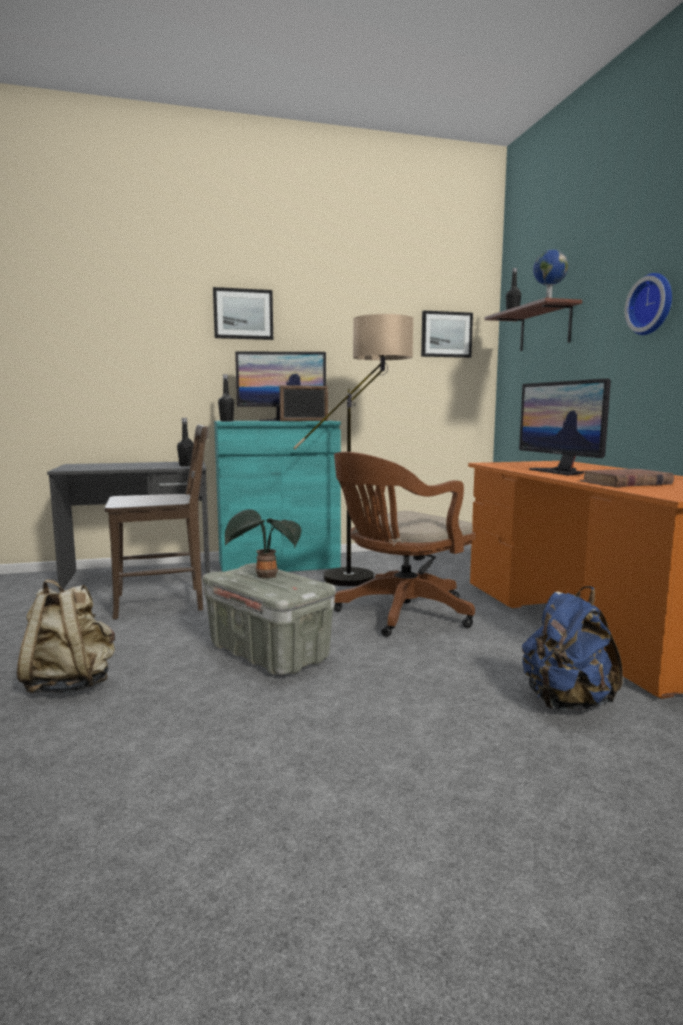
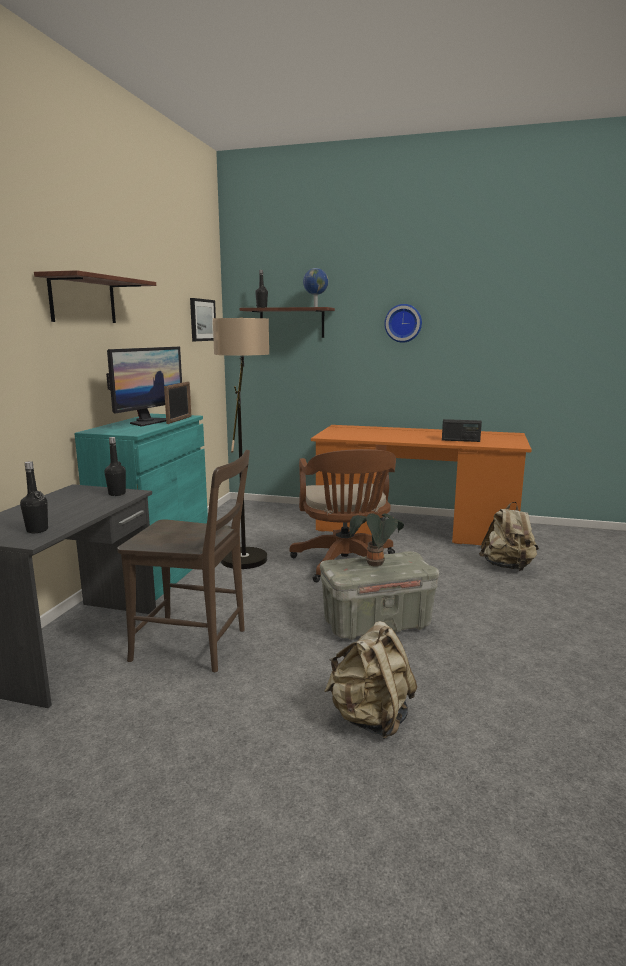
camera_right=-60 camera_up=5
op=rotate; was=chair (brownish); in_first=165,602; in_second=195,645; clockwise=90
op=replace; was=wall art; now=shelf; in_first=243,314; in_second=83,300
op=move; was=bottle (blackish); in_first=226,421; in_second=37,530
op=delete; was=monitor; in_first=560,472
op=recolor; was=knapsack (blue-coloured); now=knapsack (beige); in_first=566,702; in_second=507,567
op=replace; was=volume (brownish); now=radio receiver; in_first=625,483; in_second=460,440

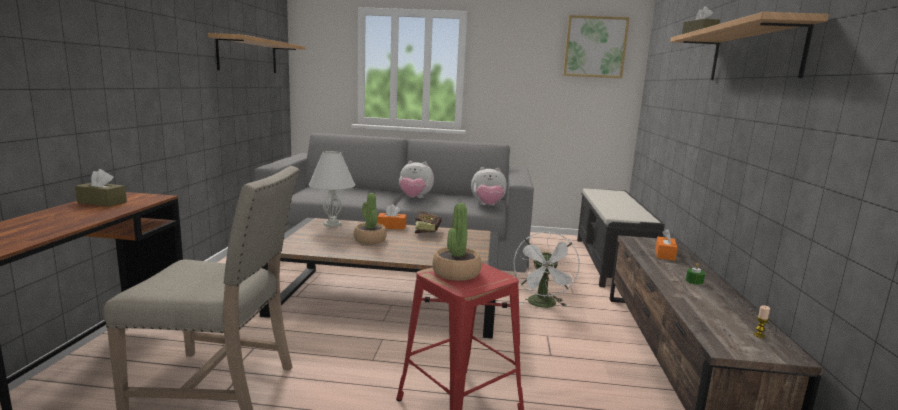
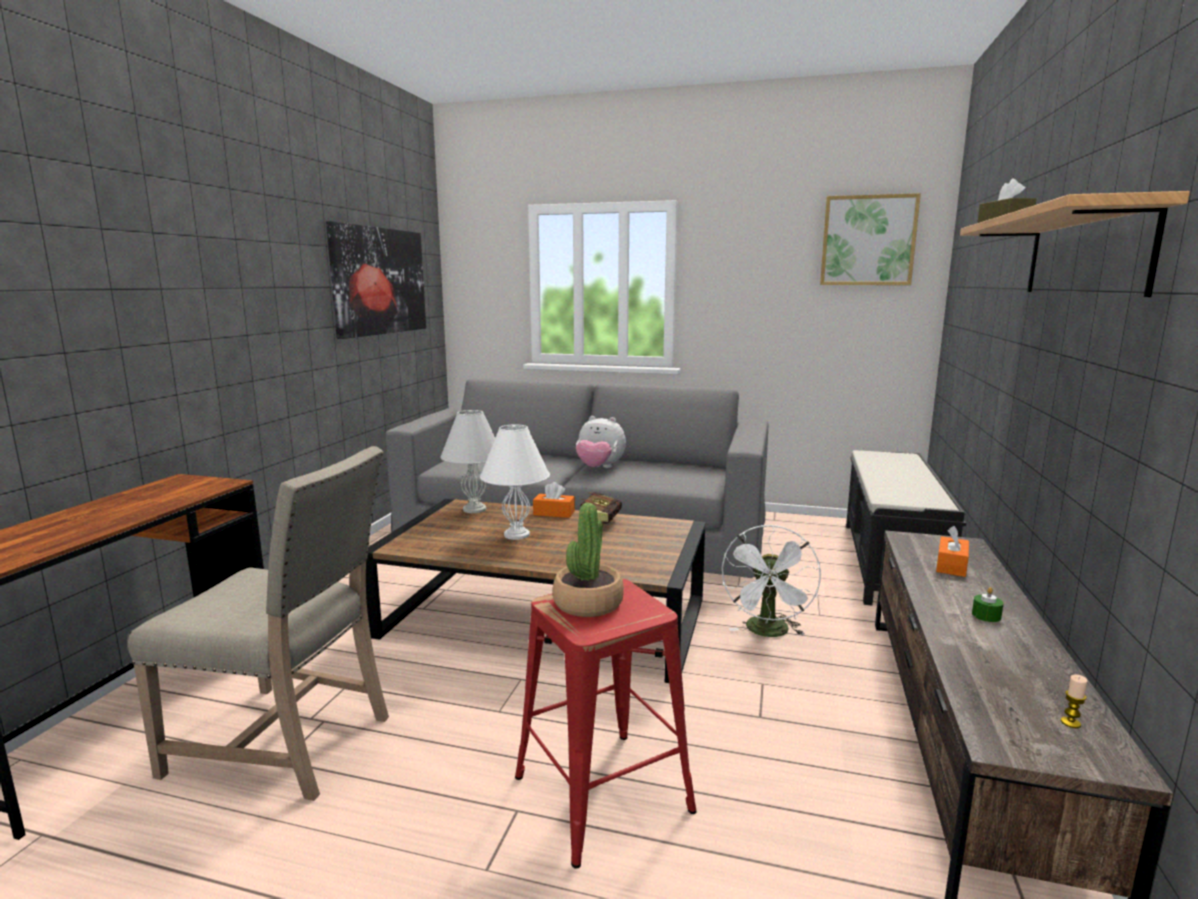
camera_right=10 camera_up=0
op=delete; was=tissue holder (brownish); in_first=102,202
op=replace; was=shelf; now=wall art; in_first=248,55; in_second=379,281
op=replace; was=plant in a pot; now=table lamp (white-coloured); in_first=369,240; in_second=516,534
op=delete; was=plush toy; in_first=487,205

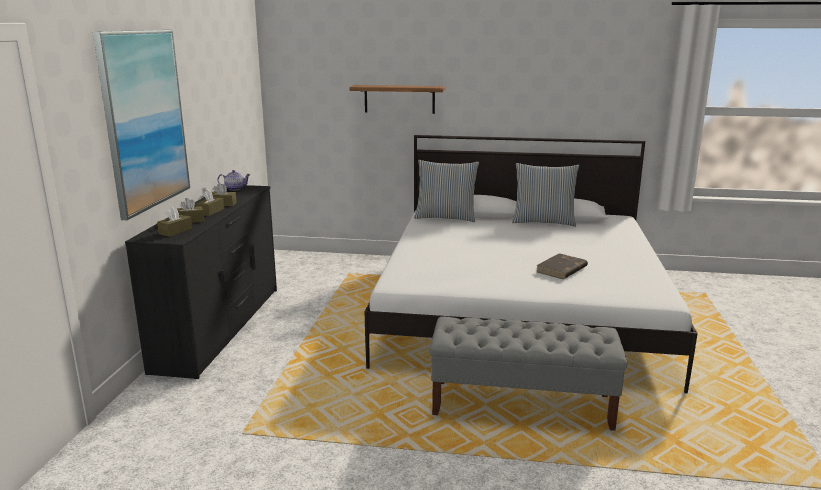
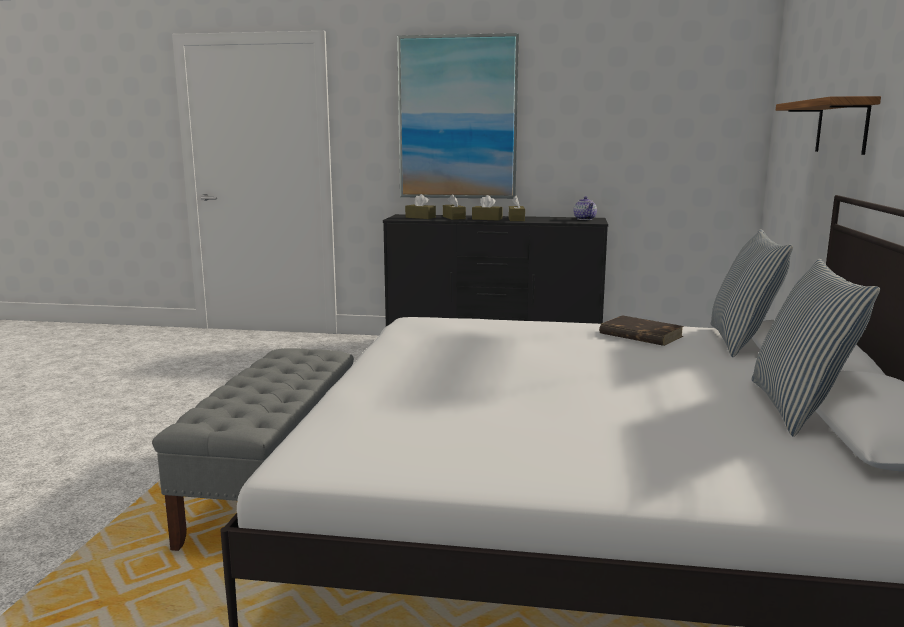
camera_right=90 camera_up=-5
op=move; was=volume (brownish); in_first=561,269; in_second=640,335

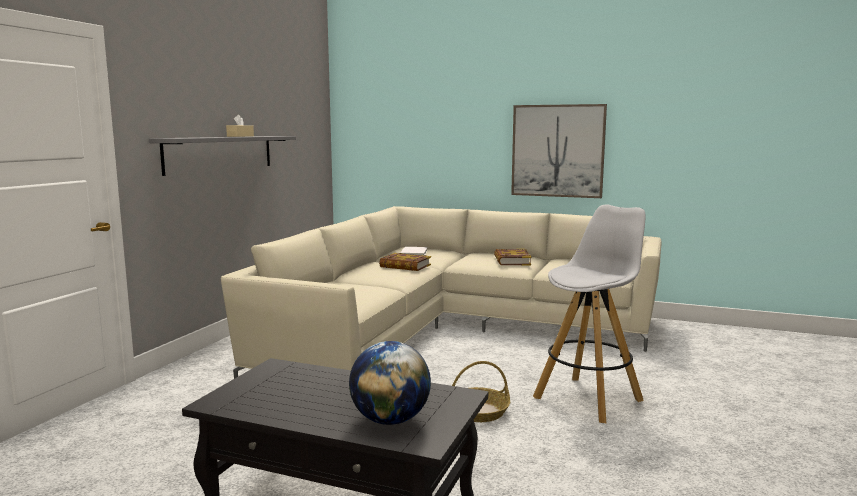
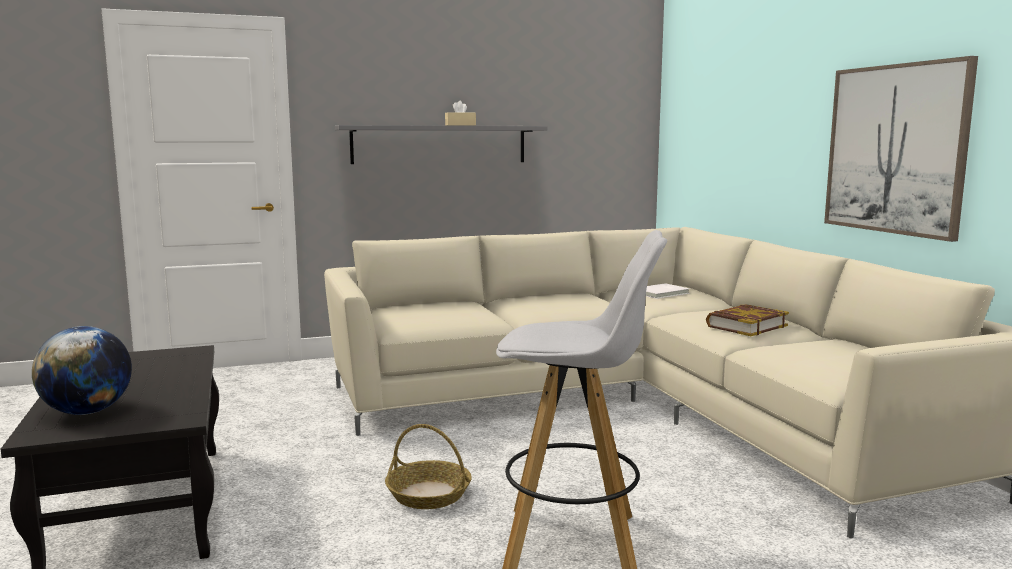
camera_right=50 camera_up=0
op=delete; was=volume; in_first=405,266

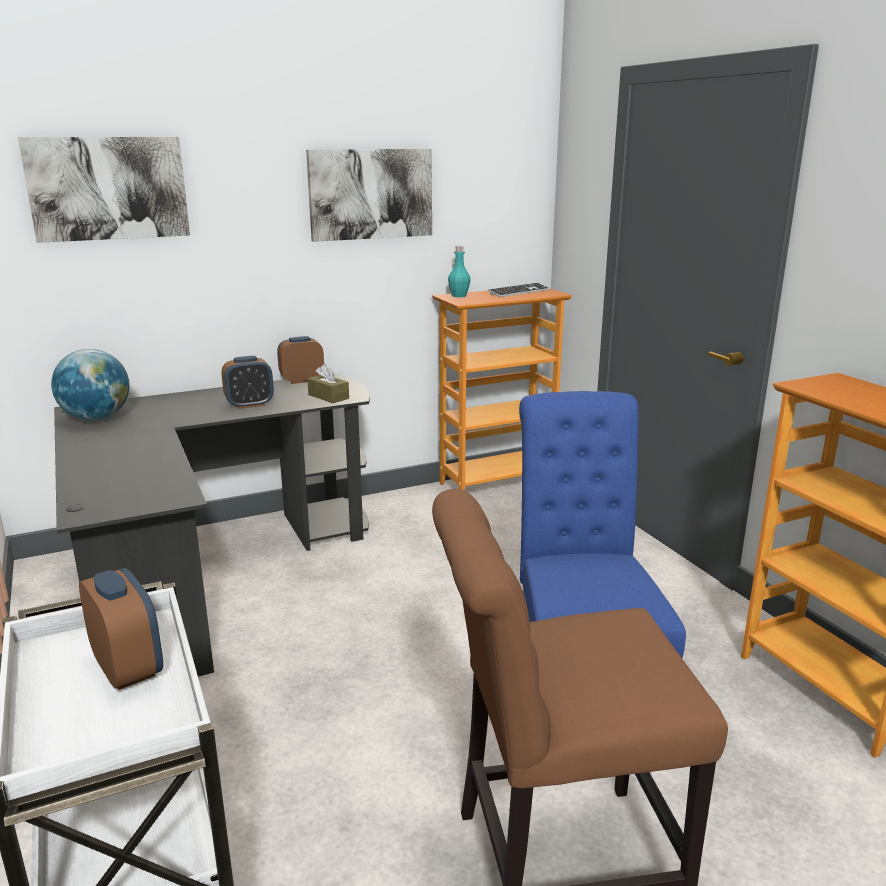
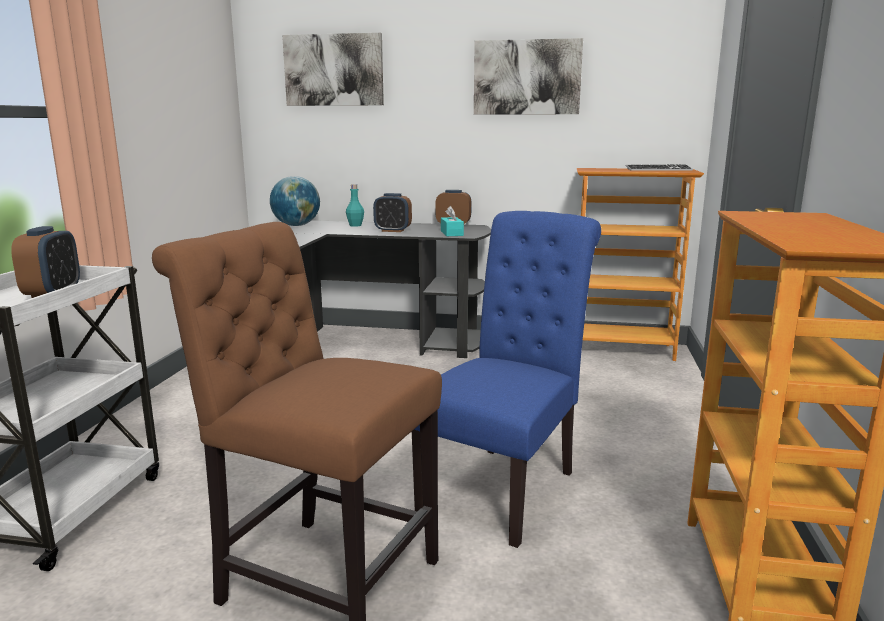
camera_right=35 camera_up=-5
op=recolor; was=tissue holder (brownish); now=tissue holder (blue-green); in_first=328,396; in_second=451,233
op=move; was=bottle (blue-green); in_first=459,296; in_second=355,225

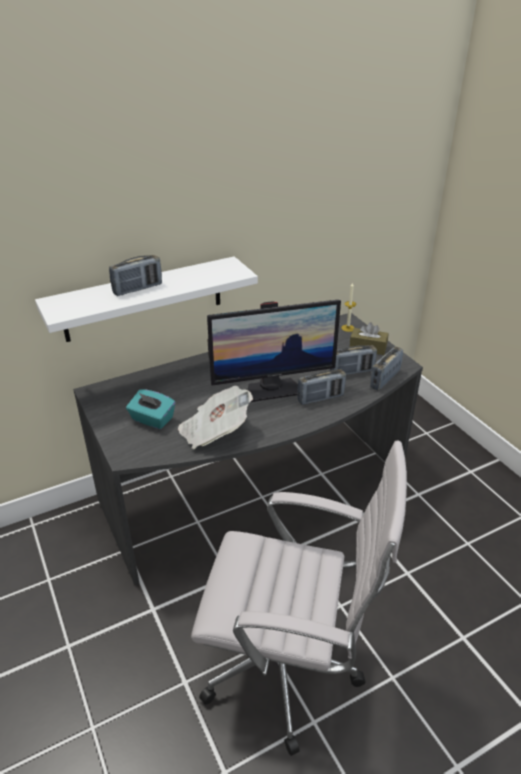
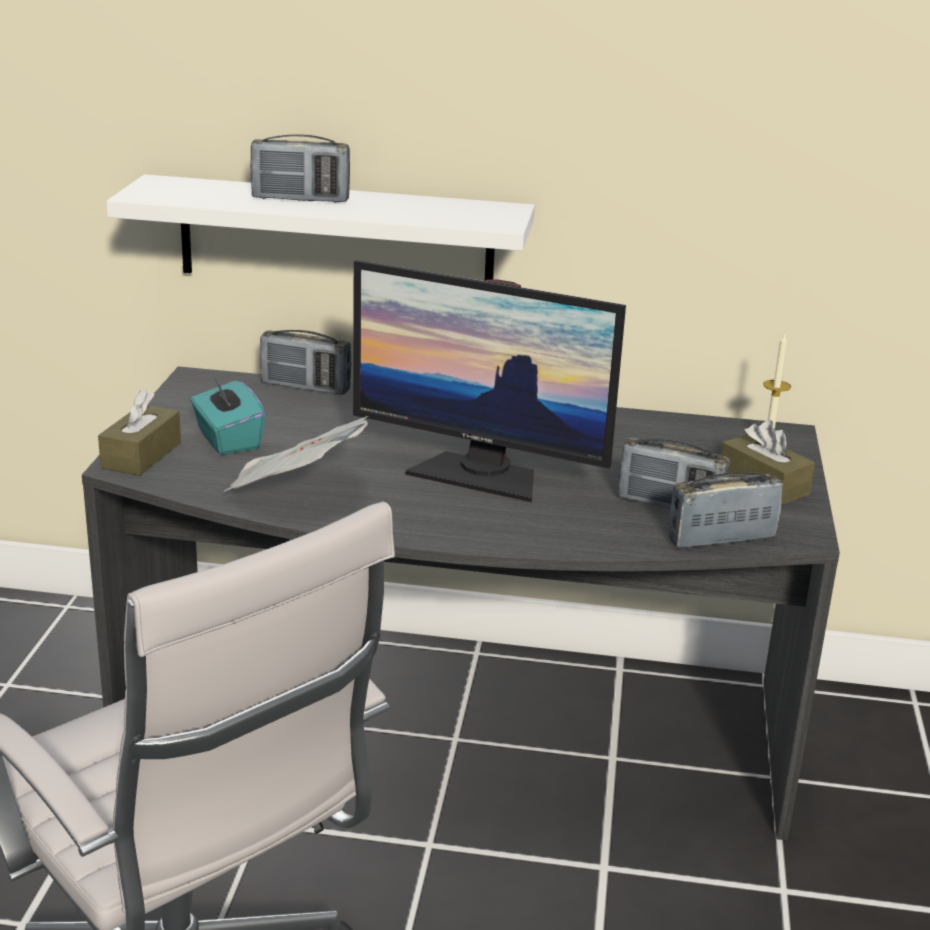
camera_right=35 camera_up=-10
op=move; was=radio receiver; in_first=320,398; in_second=305,387
op=insert; now=tissue holder (brownish); in_second=141,455

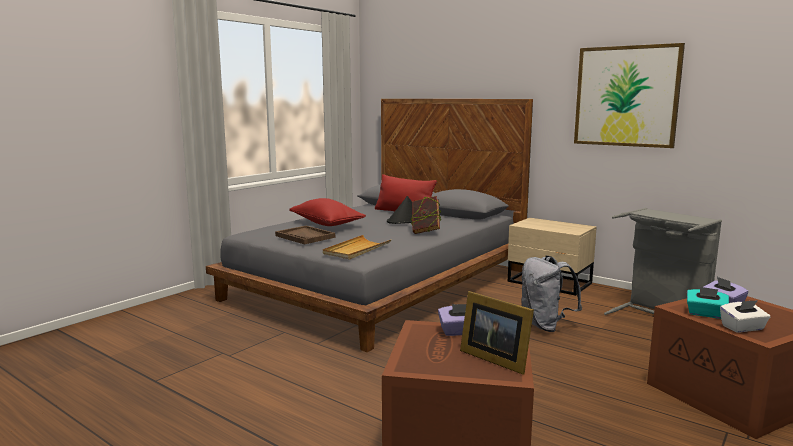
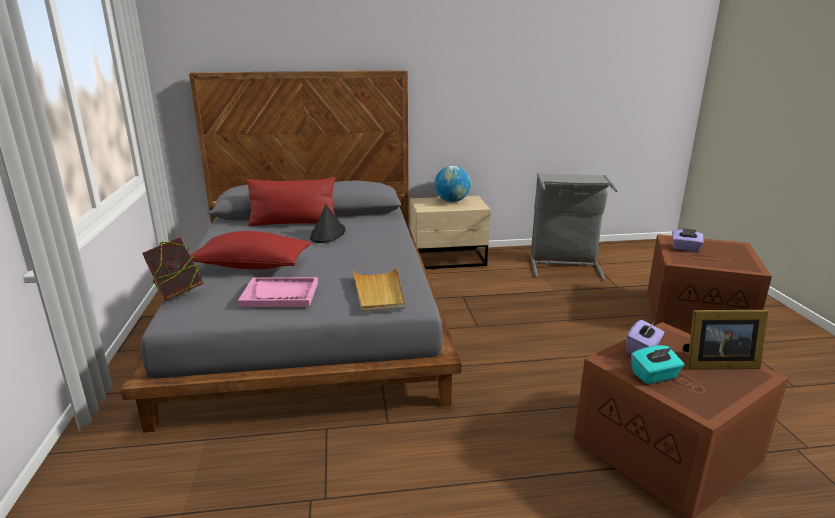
camera_right=-45 camera_up=10
op=recolor; was=tray (brownish); now=tray (pink); in_first=305,236; in_second=280,294
op=move; was=volume; in_first=425,232; in_second=177,292
op=delete; was=knapsack (grey); in_first=545,326
op=delete; was=wall art; in_first=626,96
op=move; was=tissue holder (blue-green); in_first=705,314; in_second=654,376
op=delete; was=tissue holder (white-coloured); in_first=743,328
op=insert; now=desk globe; in_second=452,201

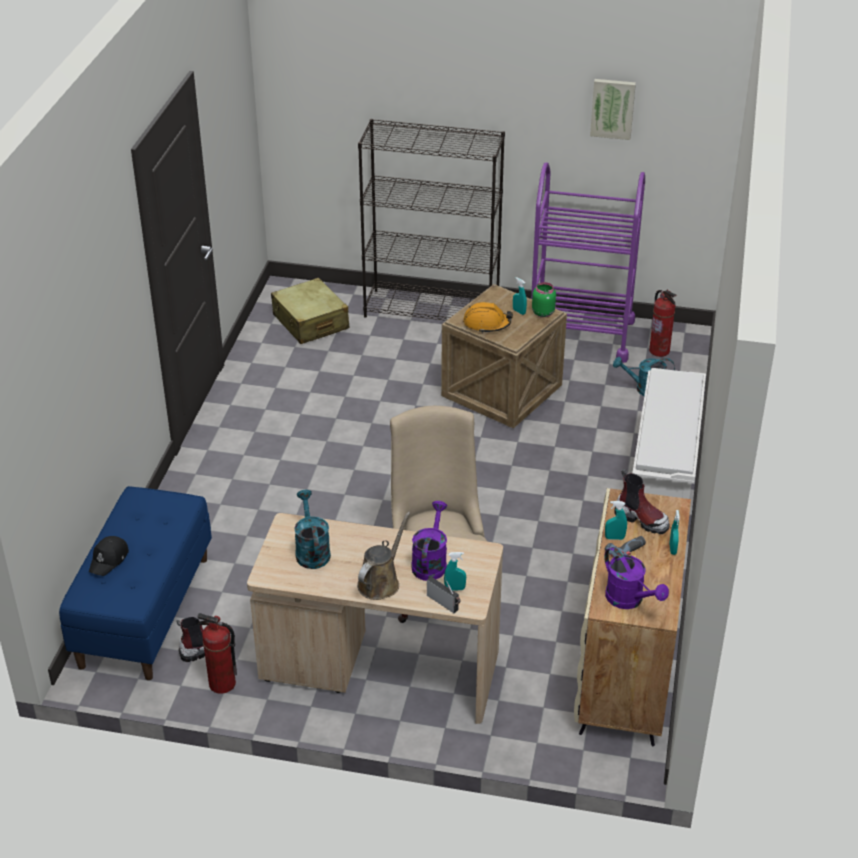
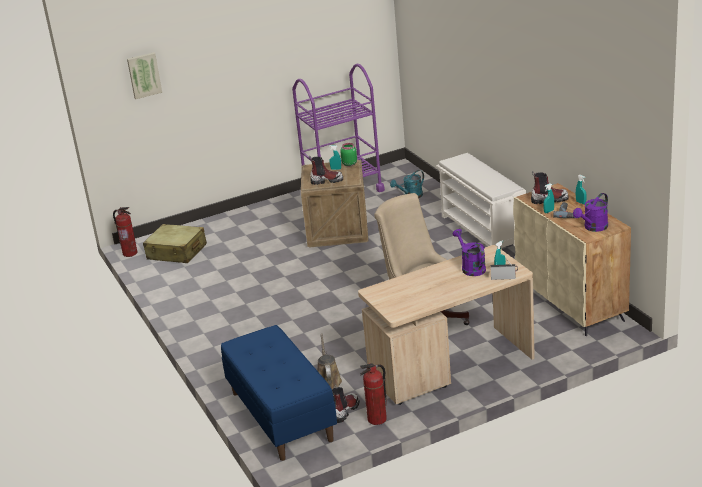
camera_right=-35 camera_up=-10
op=delete; was=cap (blackish); in_first=109,560
op=delete; was=watering can (blue-green); in_first=311,550
op=move; was=watering can (brownish); in_first=381,582; in_second=328,380
op=delete; was=bookcase (blackish); in_first=432,310
op=replace; was=hard hat (orange-coloured); now=boot; in_first=486,324; in_second=326,181
op=move; was=wall art; in_first=612,108; in_second=144,75
op=rotate; was=watering can (purplish); in_first=629,600; in_second=593,228; clockwise=120
op=move; was=fire-fighting cylinder; in_first=659,351; in_second=130,253

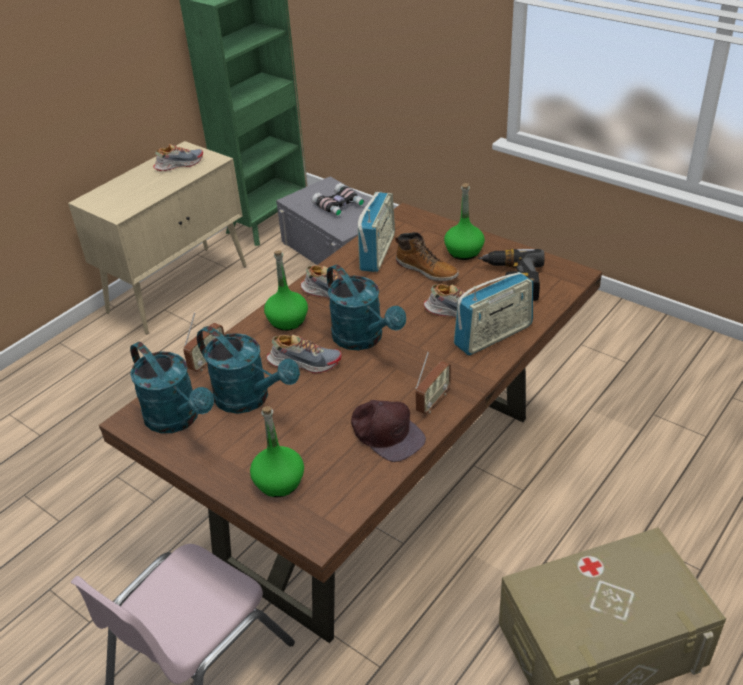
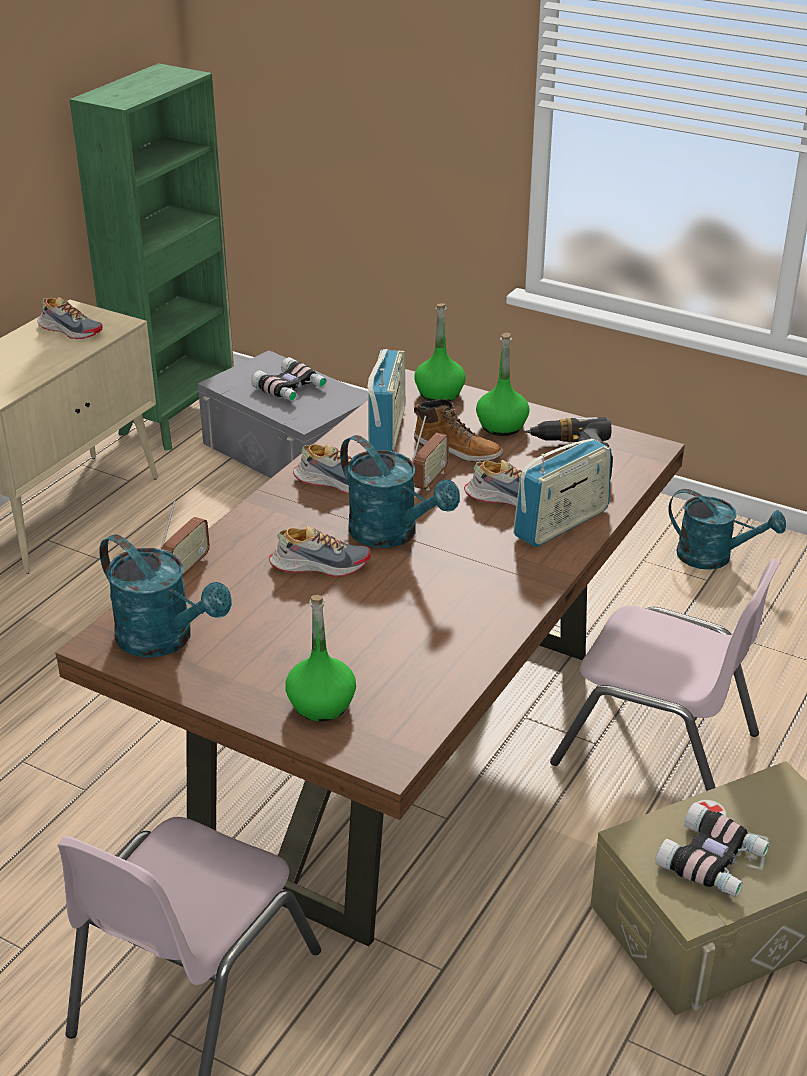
camera_right=-10 camera_up=-5
op=rotate; was=low shoe; in_first=179,164; in_second=70,330; clockwise=60
op=move; was=watering can (blue-green); in_first=250,398; in_second=714,557
op=move; was=bottle (green-coloured); in_first=287,321; in_second=439,393
op=delete; was=cap (brownish); in_first=386,433
op=move; was=radio receiver; in_first=433,401; in_second=430,480
op=insert; now=chair (pink); in_second=657,749
op=insert; now=binoculars; in_second=713,861

